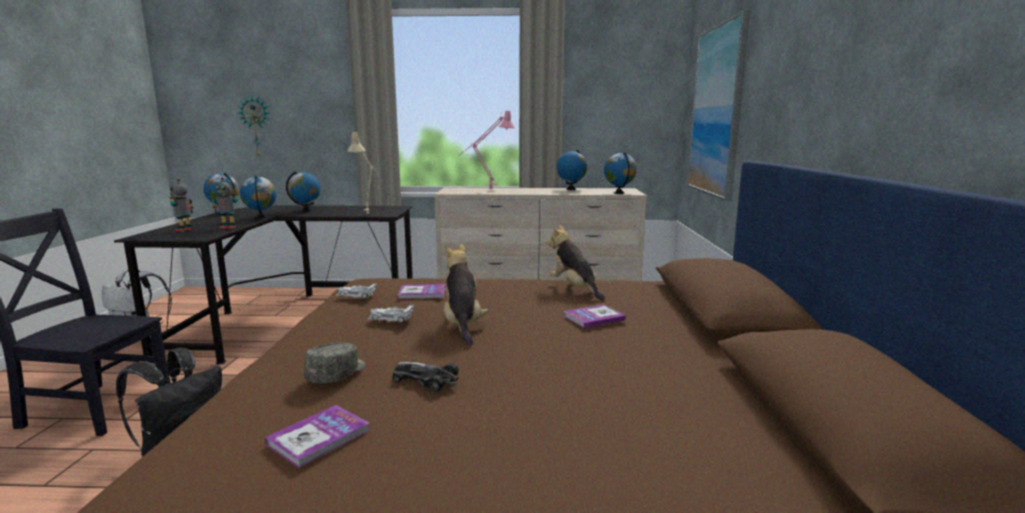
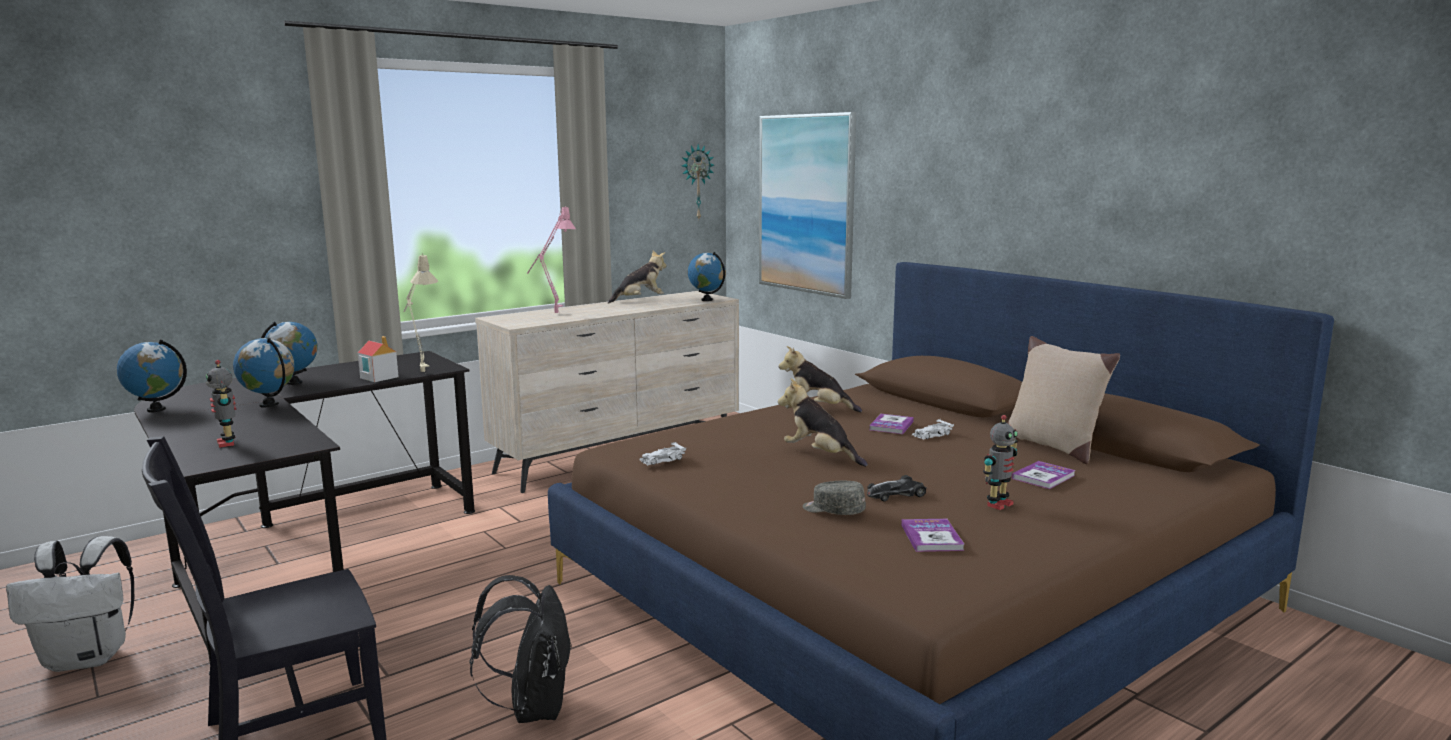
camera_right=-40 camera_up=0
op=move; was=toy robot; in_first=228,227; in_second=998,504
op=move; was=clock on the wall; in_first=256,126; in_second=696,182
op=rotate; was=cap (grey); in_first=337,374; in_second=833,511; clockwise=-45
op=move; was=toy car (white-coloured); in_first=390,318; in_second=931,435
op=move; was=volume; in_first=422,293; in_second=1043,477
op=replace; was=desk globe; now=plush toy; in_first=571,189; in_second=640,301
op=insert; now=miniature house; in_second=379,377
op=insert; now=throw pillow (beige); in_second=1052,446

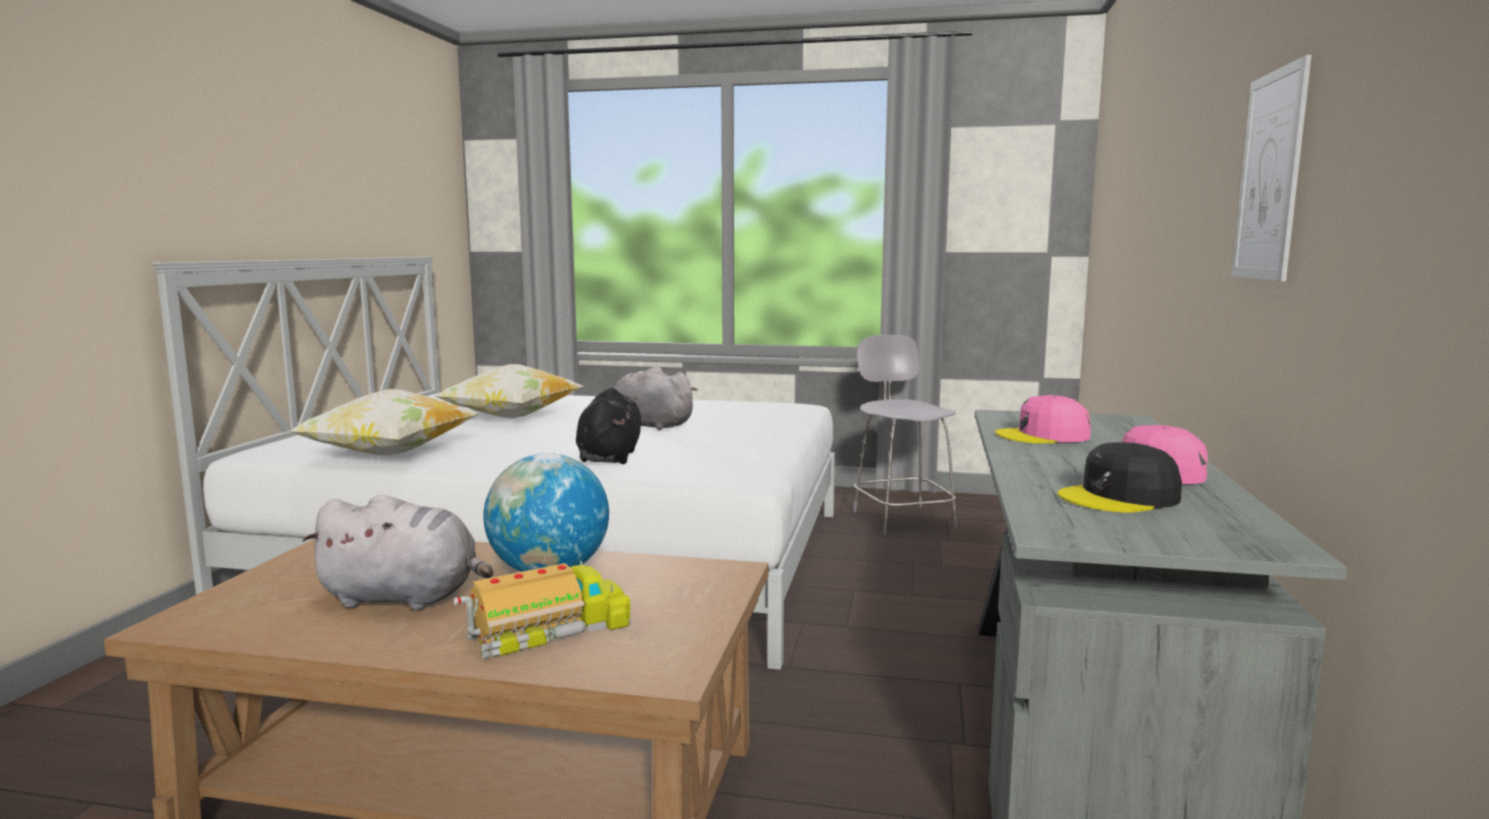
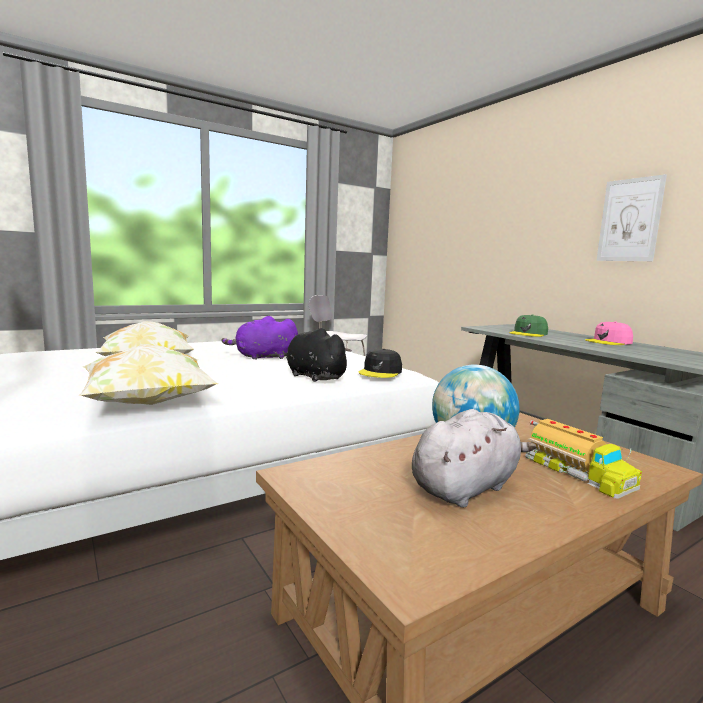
camera_right=-45 camera_up=0
op=rotate; was=toy truck; in_first=549,631; in_second=576,472; clockwise=135
op=recolor; was=plush toy (grey); now=plush toy (purplish); in_first=648,426; in_second=263,357
op=recolor; was=cap (pink); now=cap (green-coloured); in_first=1043,436; in_second=528,333
op=move; was=cap (blackish); in_first=1119,497; in_second=380,372

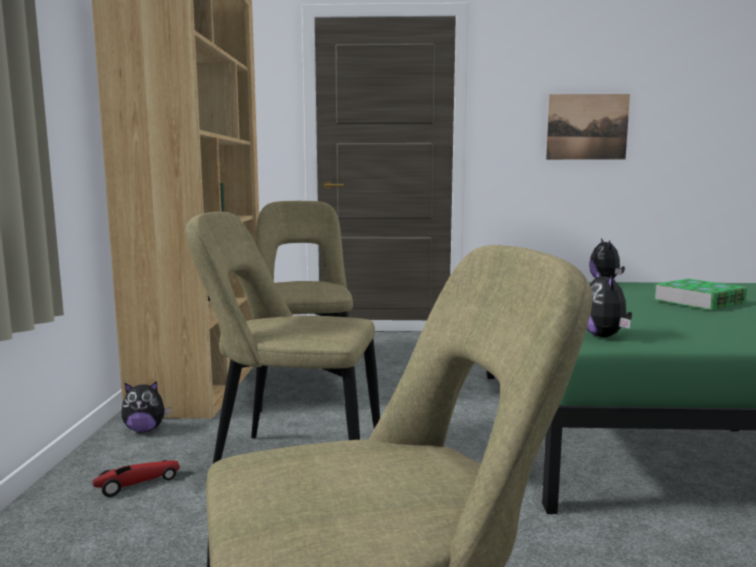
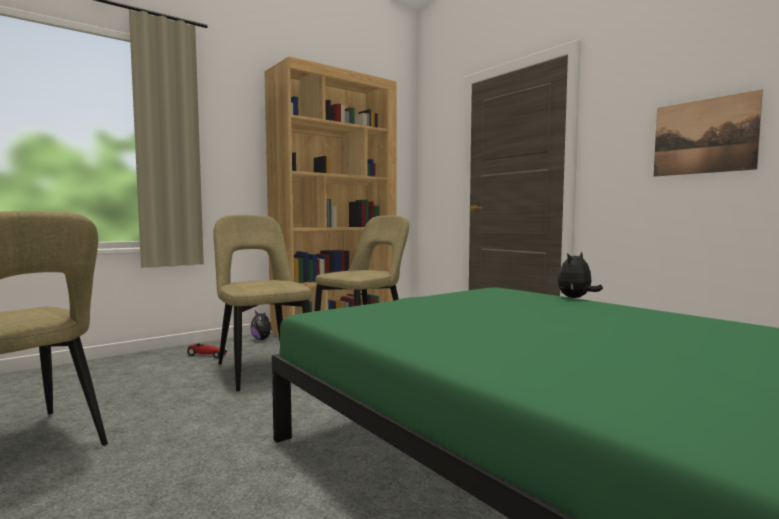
camera_right=50 camera_up=-5
op=delete; was=plush toy; in_first=604,336
op=delete; was=volume; in_first=699,301

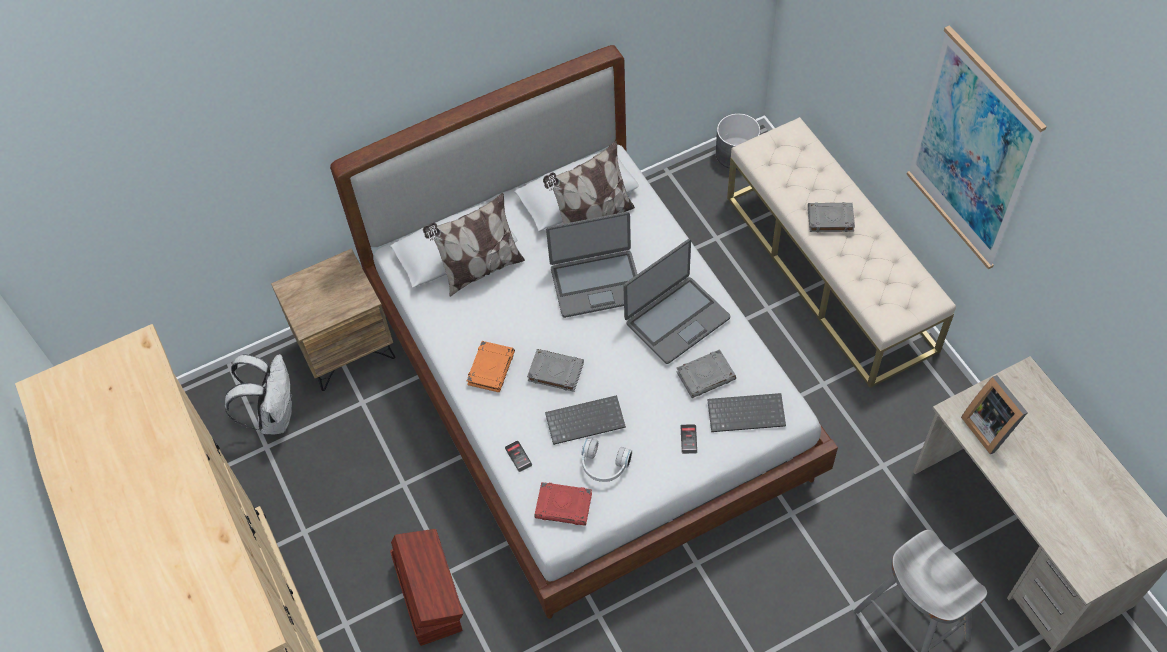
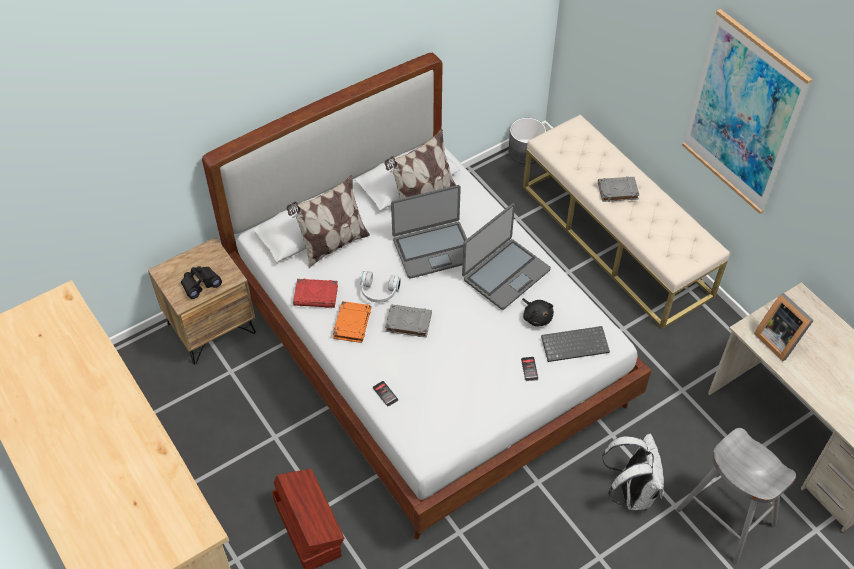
camera_right=-10 camera_up=-5
op=move; was=knapsack (white-coloured); in_first=275,415; in_second=631,491
op=move; was=volume (reddish); in_first=564,506; in_second=316,295
op=delete; was=keyboard; in_first=586,419
op=move; was=headphones (white-coloured); in_first=603,466; in_second=378,292
op=replace; was=volume (grey); now=plush toy (blackish); in_first=706,376; in_second=536,317
op=insert; now=binoculars (blackish); in_second=200,284

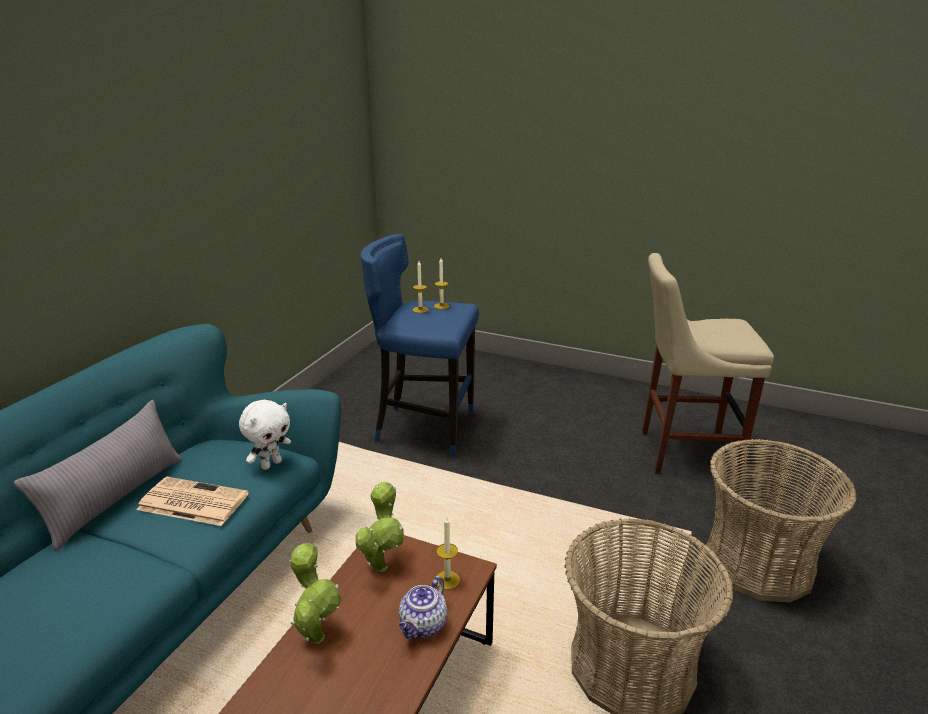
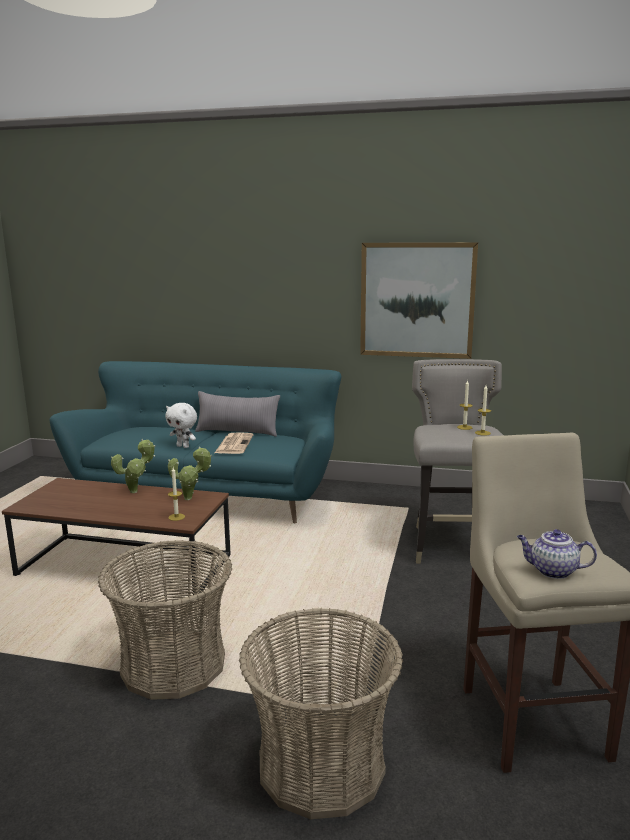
camera_right=80 camera_up=-10
op=move; was=plush toy (white-coloured); in_first=271,464; in_second=183,446
op=recolor; was=stool (blue-coloured); now=stool (grey); in_first=424,429; in_second=453,545
op=move; was=tea pot; in_first=423,626; in_second=552,571
op=insert; now=wall art; in_second=417,300

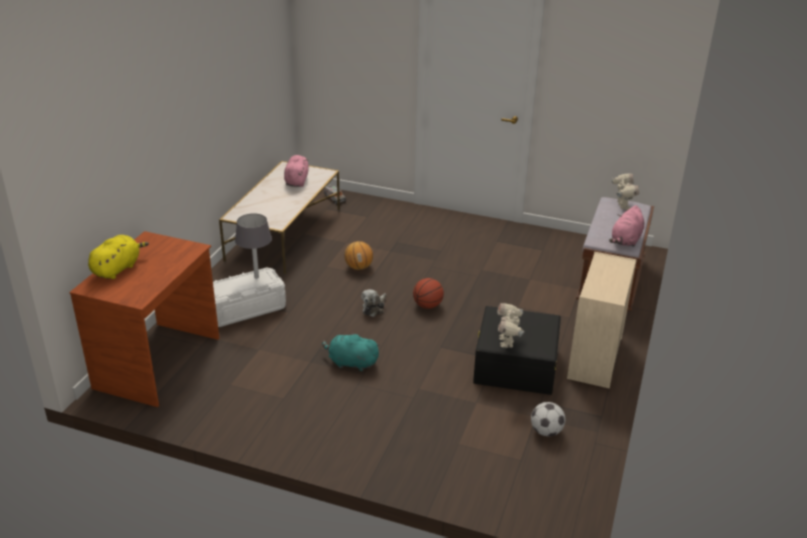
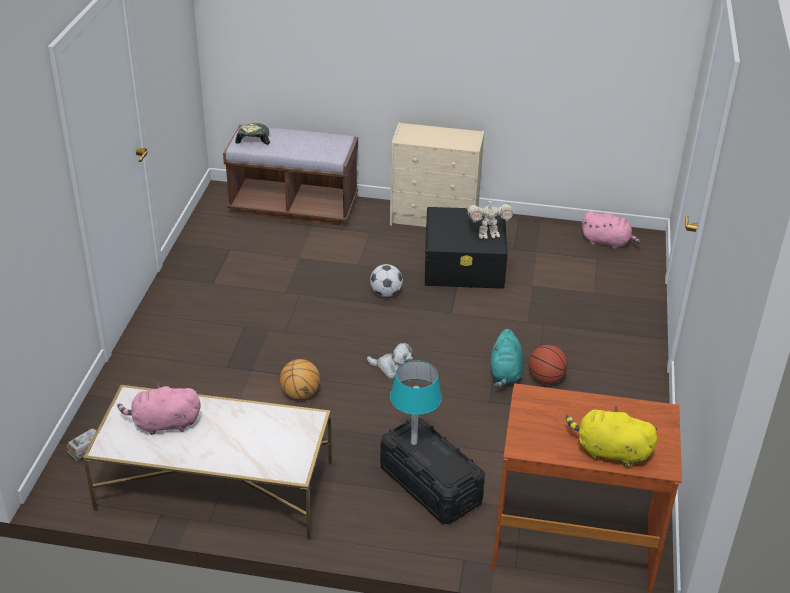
camera_right=-100 camera_up=5
op=recolor; was=storage container (white-coloured); now=storage container (blackish); in_first=244,309; in_second=430,485
op=recolor; was=table lamp (grey); now=table lamp (blue-green); in_first=256,277; in_second=414,442
op=move; was=ball for basketball; in_first=427,305; in_second=546,379
op=move; was=football ball; in_first=546,431; in_second=386,293
op=move; was=plush toy (pink); in_first=626,240; in_second=607,242
op=replace; was=toy robot; now=cap; in_first=622,206; in_second=253,138

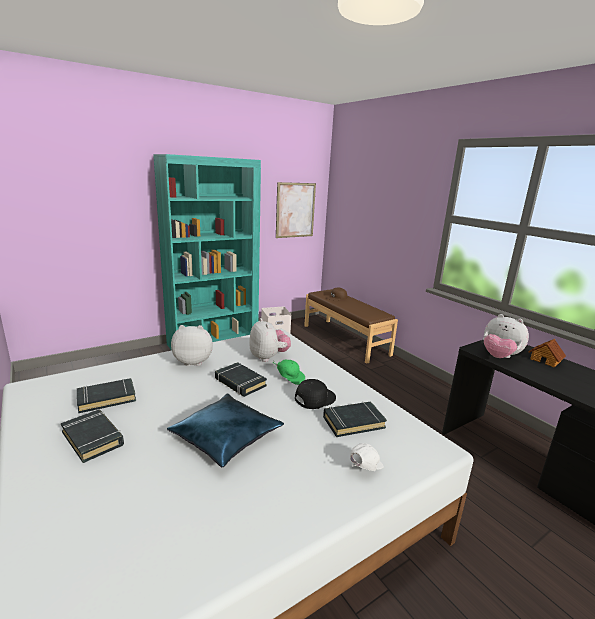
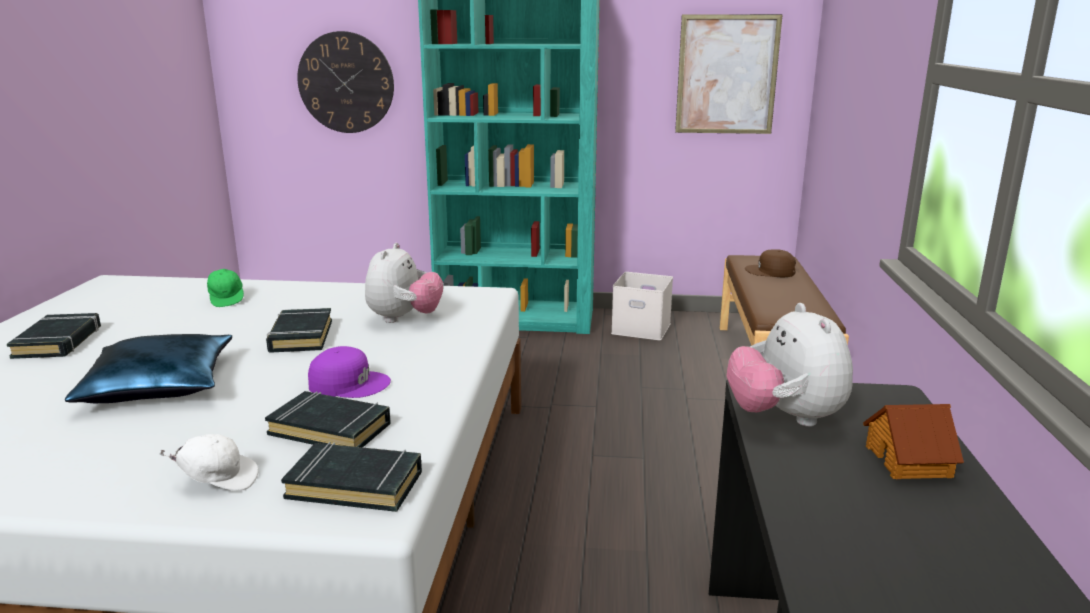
camera_right=40 camera_up=0
op=move; was=volume (blackish); in_first=107,398; in_second=355,484
op=delete; was=plush toy; in_first=194,361
op=move; was=cap (green-coloured); in_first=290,378; in_second=227,299
op=recolor; was=cap (blackish); now=cap (purplish); in_first=314,398; in_second=349,383
op=insert; now=clock on the wall; in_second=346,82

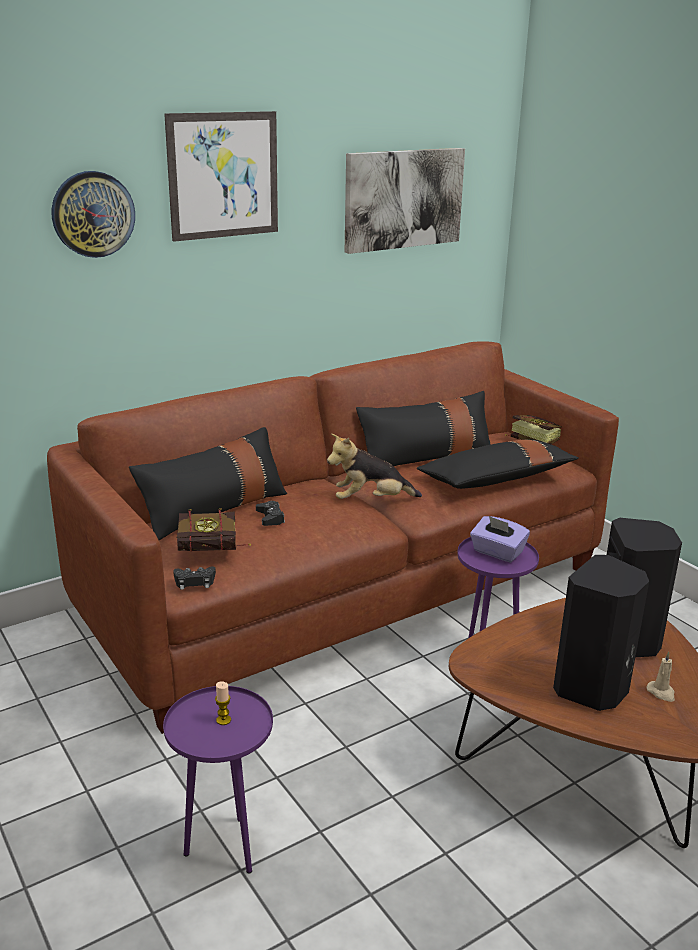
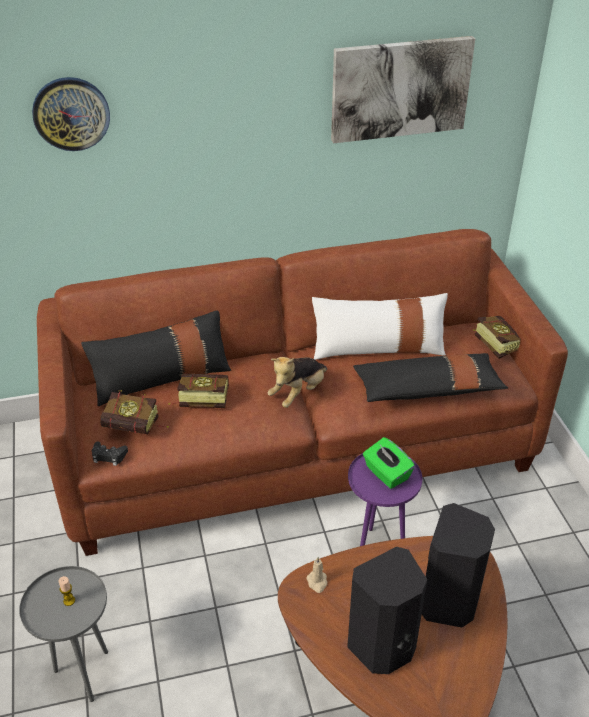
camera_right=20 camera_up=15
op=recolor; was=side table (purplish); now=side table (grey); in_first=225,847; in_second=84,673
op=delete; was=wall art; in_first=223,175
op=replace; was=joypad (blackish); now=volume; in_first=270,518; in_second=198,400
op=rotate; was=plush toy; in_first=371,501; in_second=298,393; clockwise=-60
op=recolor; was=throw pillow (blackish); now=throw pillow (white-coloured); in_first=426,458; in_second=378,348
op=recolor; was=tissue holder (purplish); now=tissue holder (green-coloured); in_first=497,552; in_second=386,473
op=move; was=candle (beige); in_first=661,693; in_second=317,582

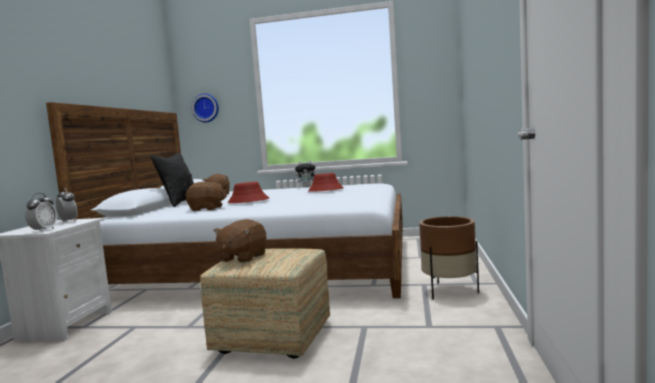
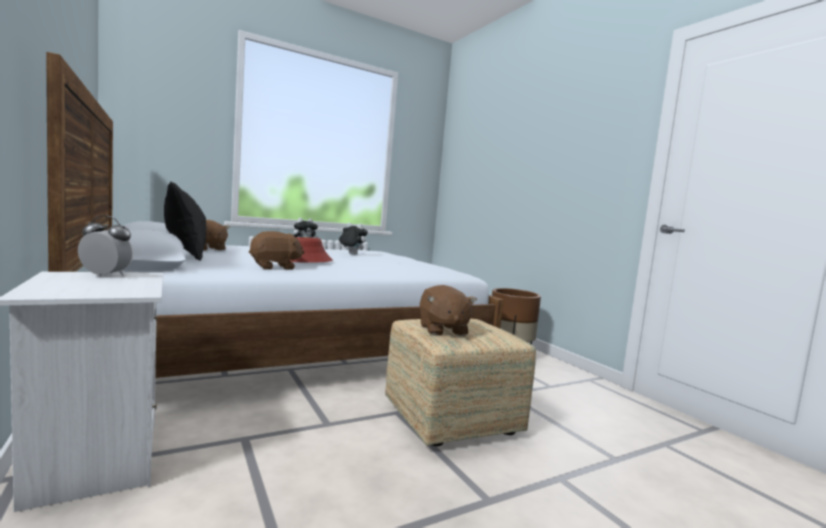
camera_right=-40 camera_up=0
op=delete; was=alarm clock; in_first=43,230
op=delete; was=clock on the wall; in_first=206,108
op=replace; was=hat (reddish); now=plush toy; in_first=325,190; in_second=351,254

